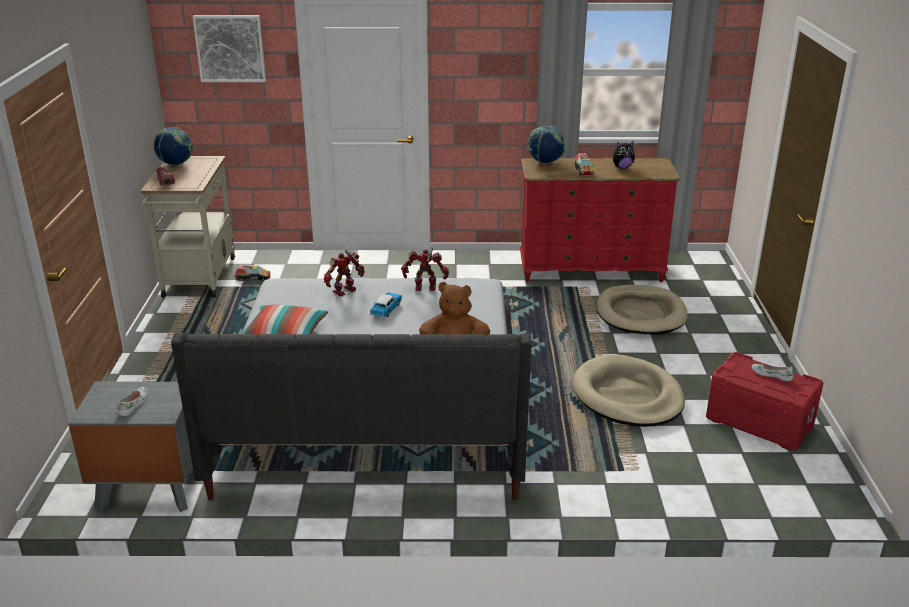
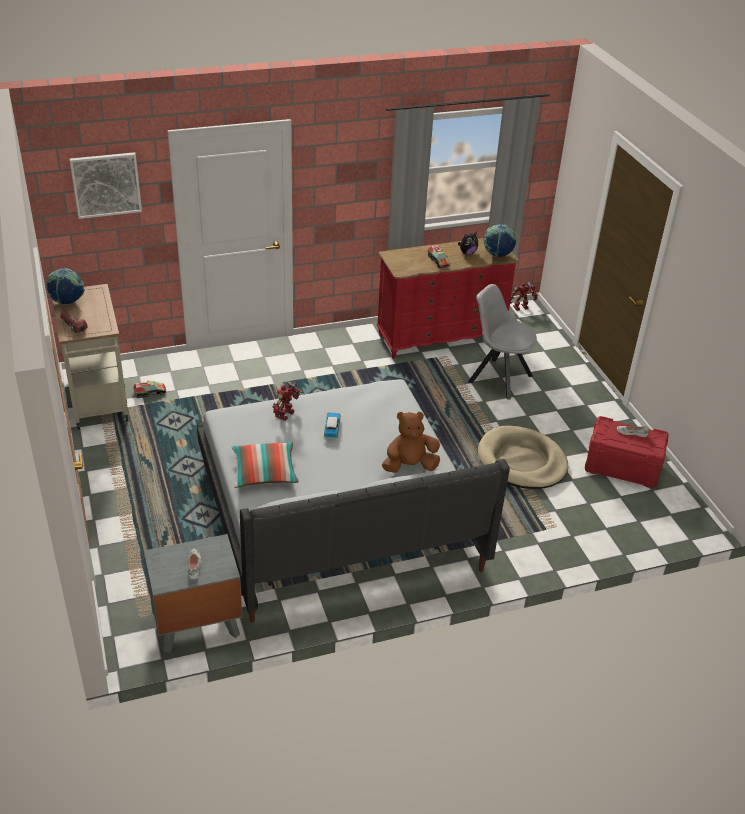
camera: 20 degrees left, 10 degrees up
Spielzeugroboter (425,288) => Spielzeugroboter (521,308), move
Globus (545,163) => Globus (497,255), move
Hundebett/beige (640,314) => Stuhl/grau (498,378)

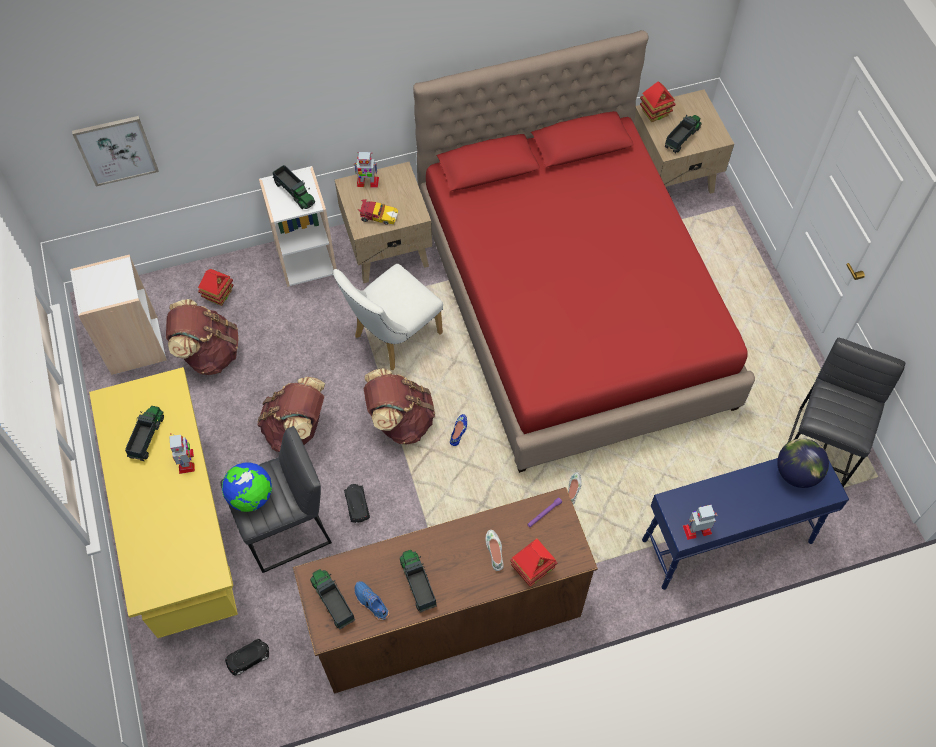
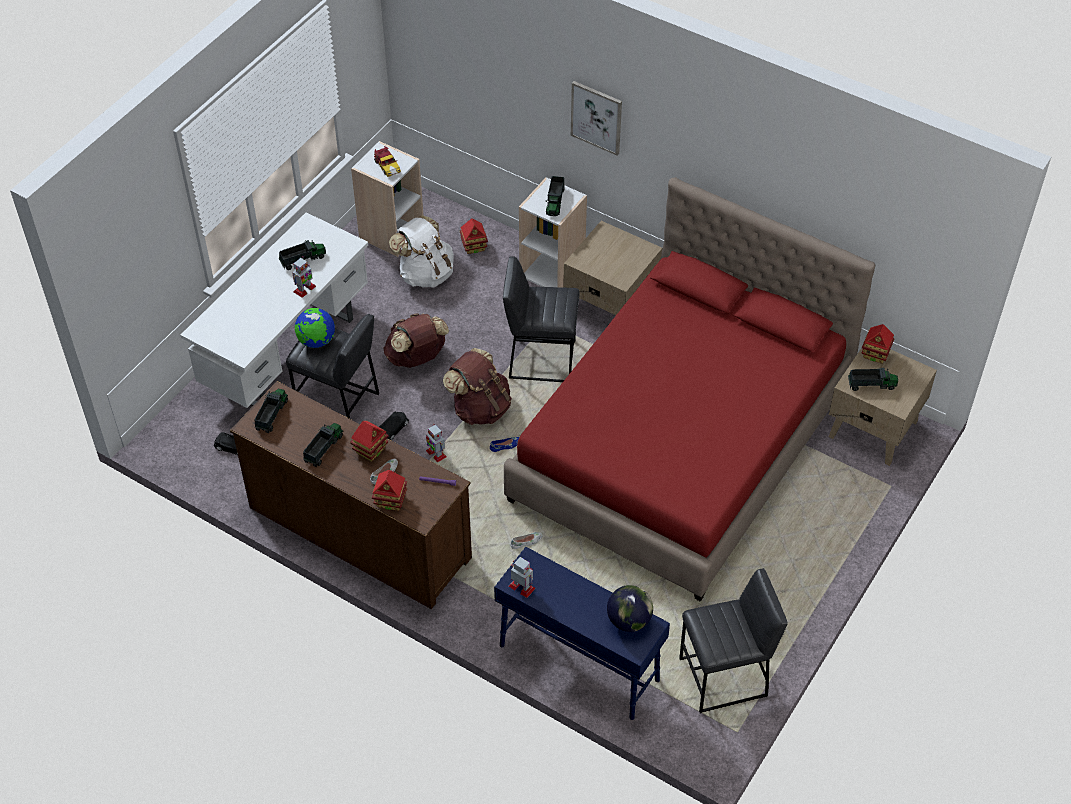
camera: 50 degrees right, 10 degrees down
Schuh/blau (371,602) => nothing
nothing => Spielzeughaus (370,450)
Bild (116,150) => Bild (596,117), move
Spielzeugroboter (367,182) => Spielzeugroboter (436,453), move
Spielzeugauto (378,216) => Spielzeugauto (387,166), move
Stuhl/weiß (392,338) => Hocker/grau (540,359)
Schreibtisch/gelb (183,530) => Schreibtisch/weiß (287,353)
Rucksack/braun (209,353) => Rucksack/weiß (425,273)

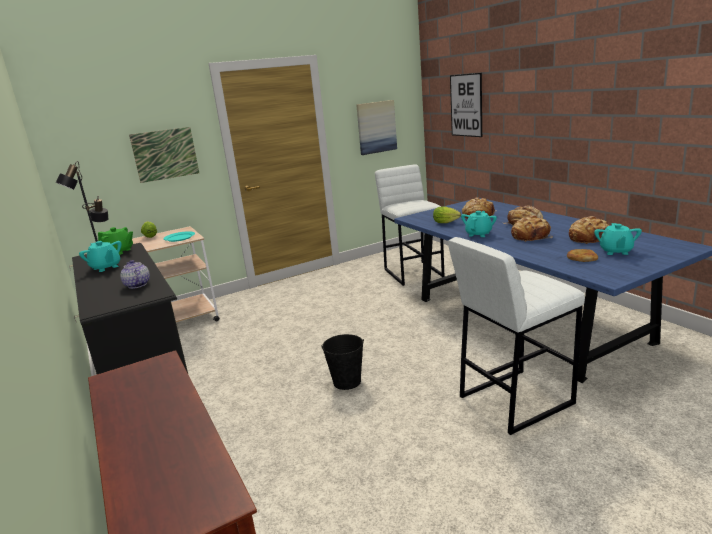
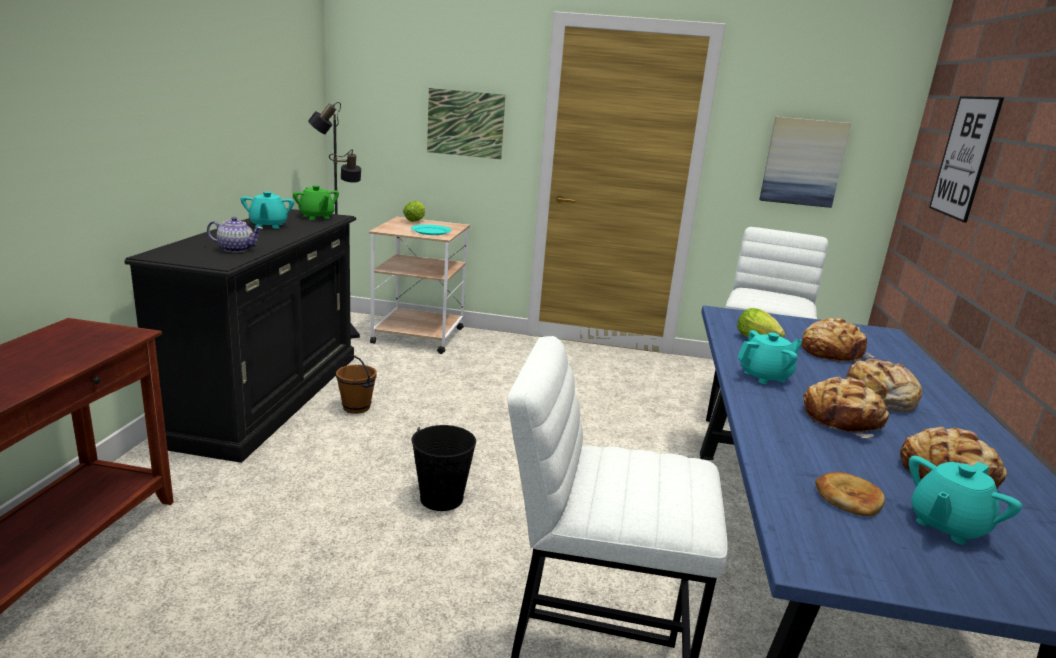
camera: 35 degrees right, 0 degrees up
nothing => Eimer/braun (356,408)
Teekanne (137,285) => Teekanne (236,249), 90 degrees clockwise

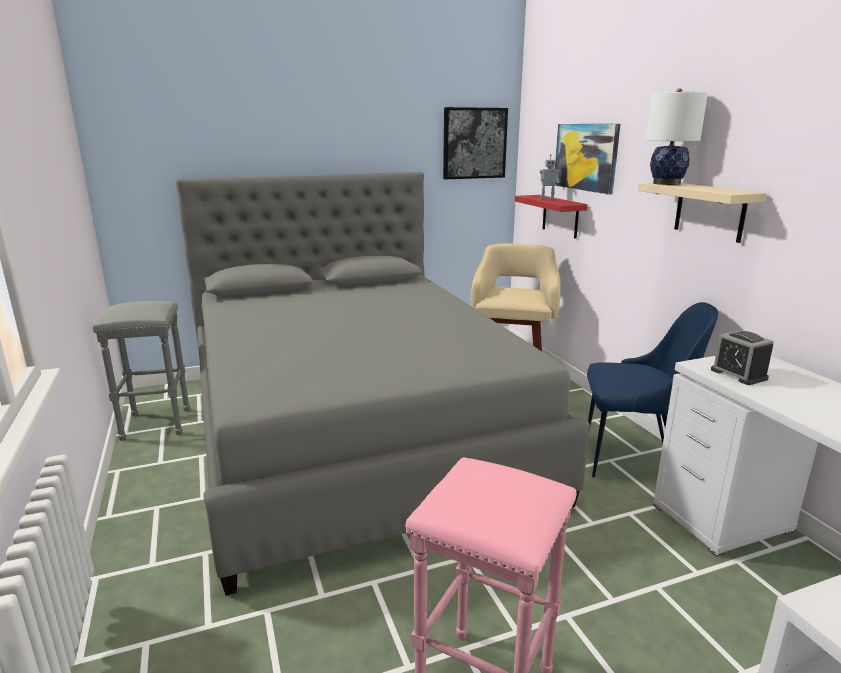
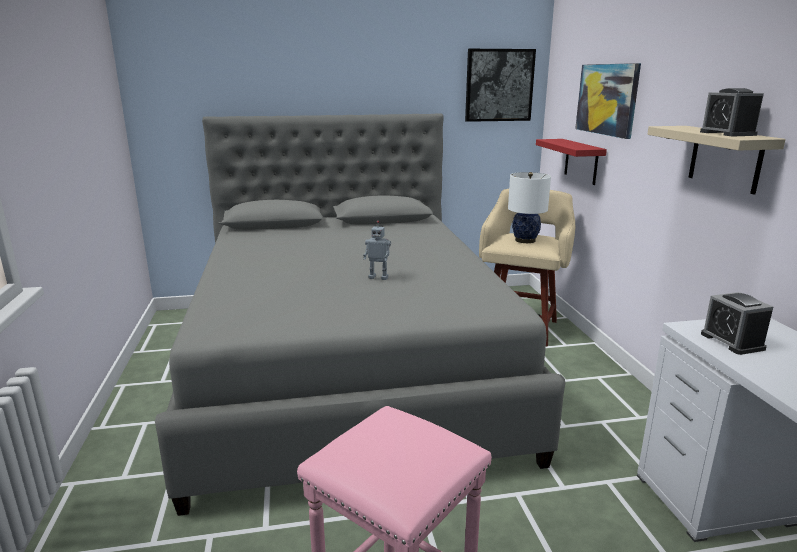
camera: 10 degrees right, 0 degrees up
Hocker/grau (154,424) => nothing
Stuhl/blau (631,460) => nothing
nothing => Wecker (727,133)
Spielzeugroboter (547,199) => Spielzeugroboter (378,277), move
Tischlampe/weiß (667,183) => Tischlampe/weiß (525,240), move

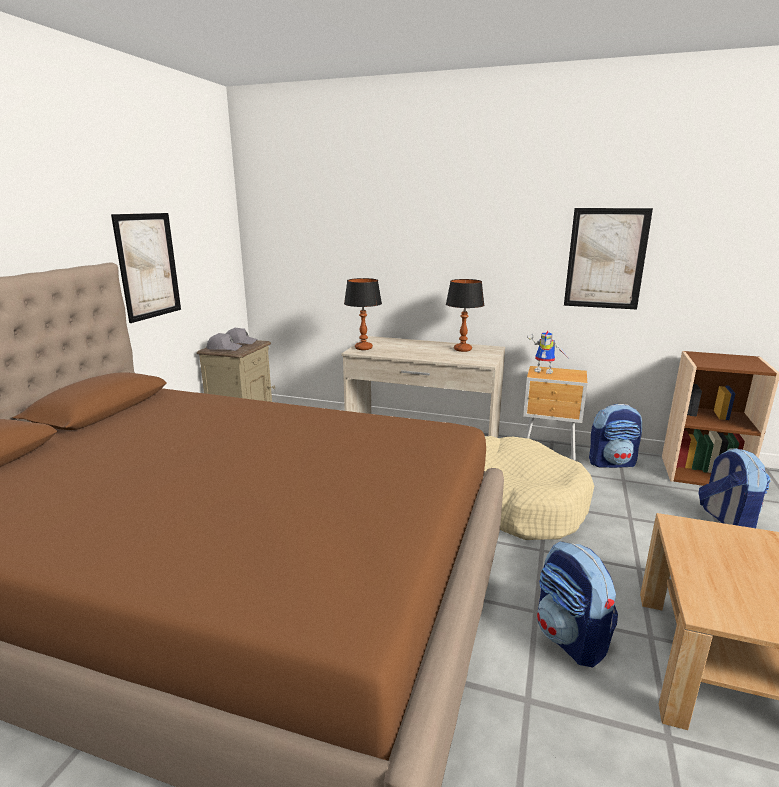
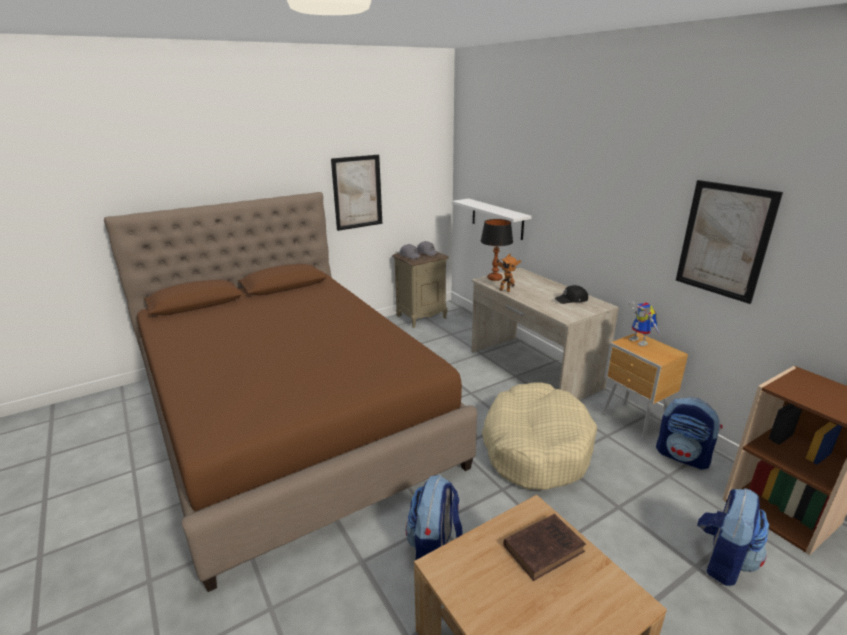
camera: 40 degrees right, 5 degrees up
nothing => Wandregal/weiß (497,218)
nothing => Spielzeugroboter (505,290)
nothing => Buch/braun (545,548)
Tischlampe (463,349) => Kappe/schwarz (571,300)

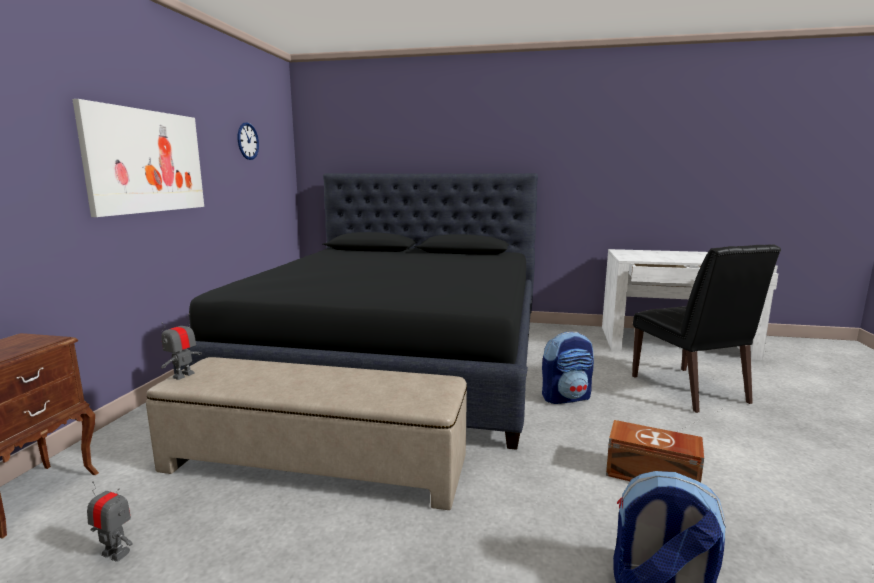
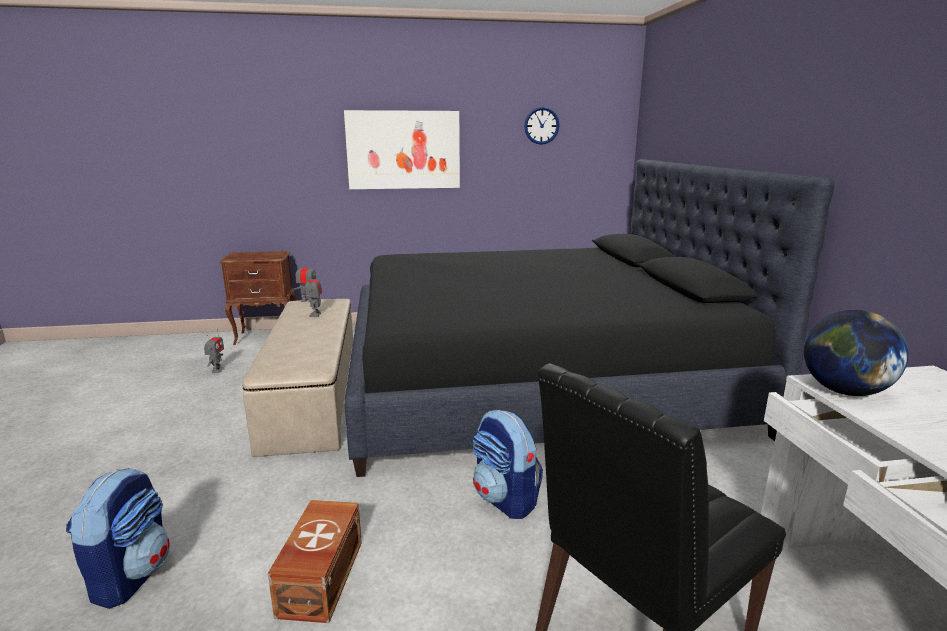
camera: 70 degrees right, 5 degrees up
nothing => Spielzeugroboter (315,315)
nothing => Globus (844,391)

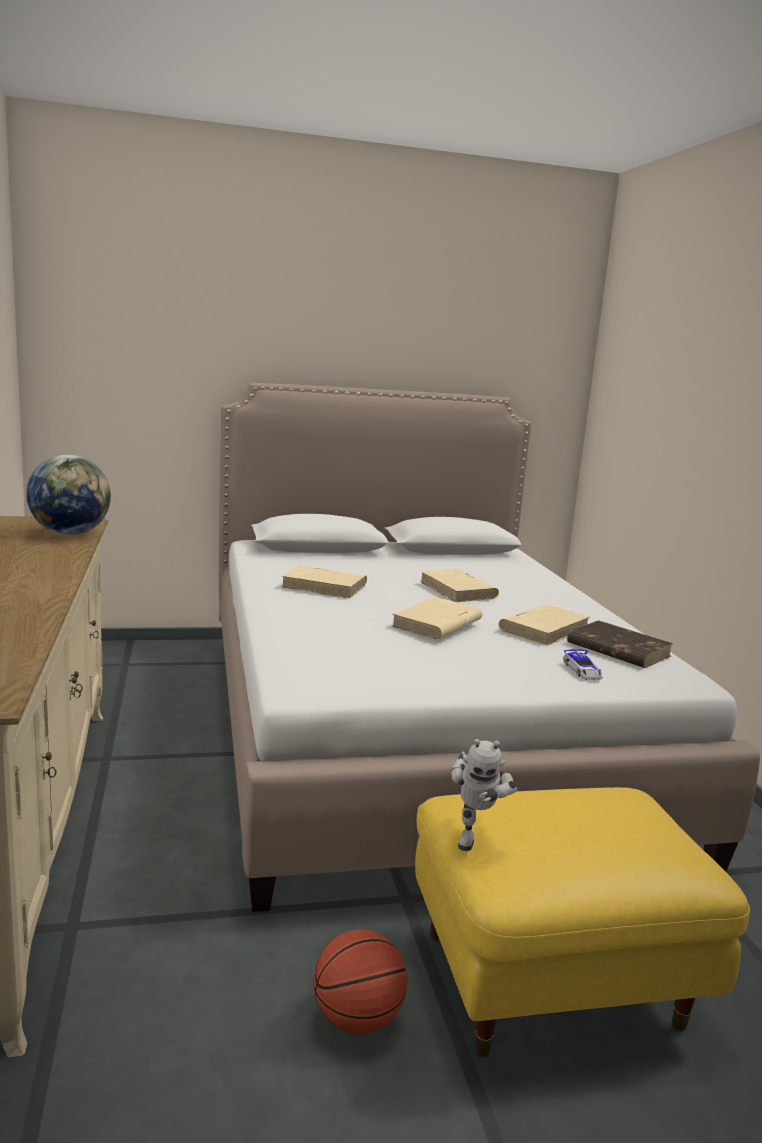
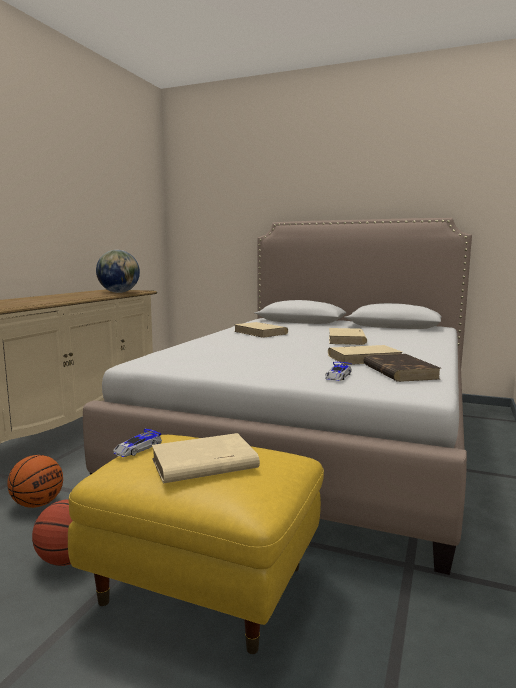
camera: 35 degrees right, 5 degrees down
nothing => Basketball (37,504)
Buch/beige (437,624) => Buch/beige (203,464), move
Spielzeugroboter (474,834) => Spielzeugauto (137,449)

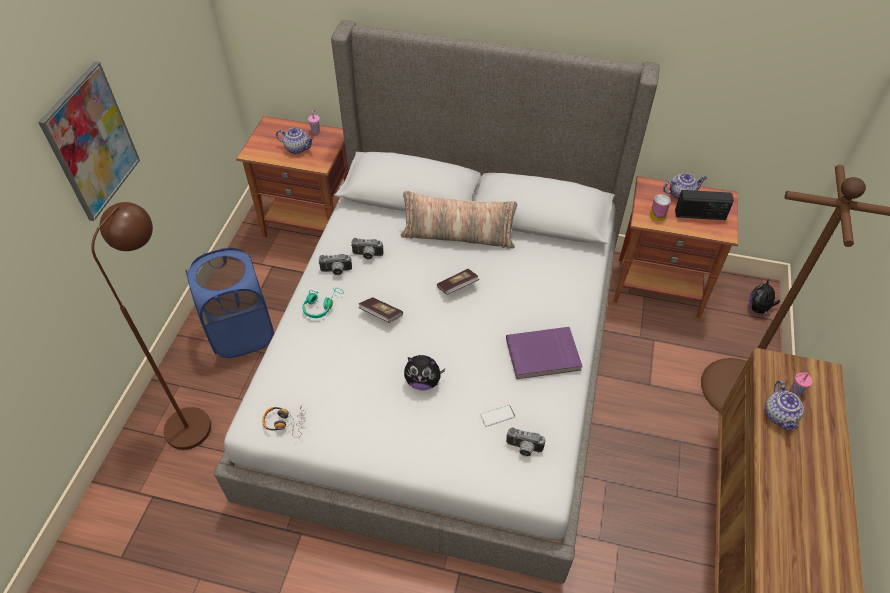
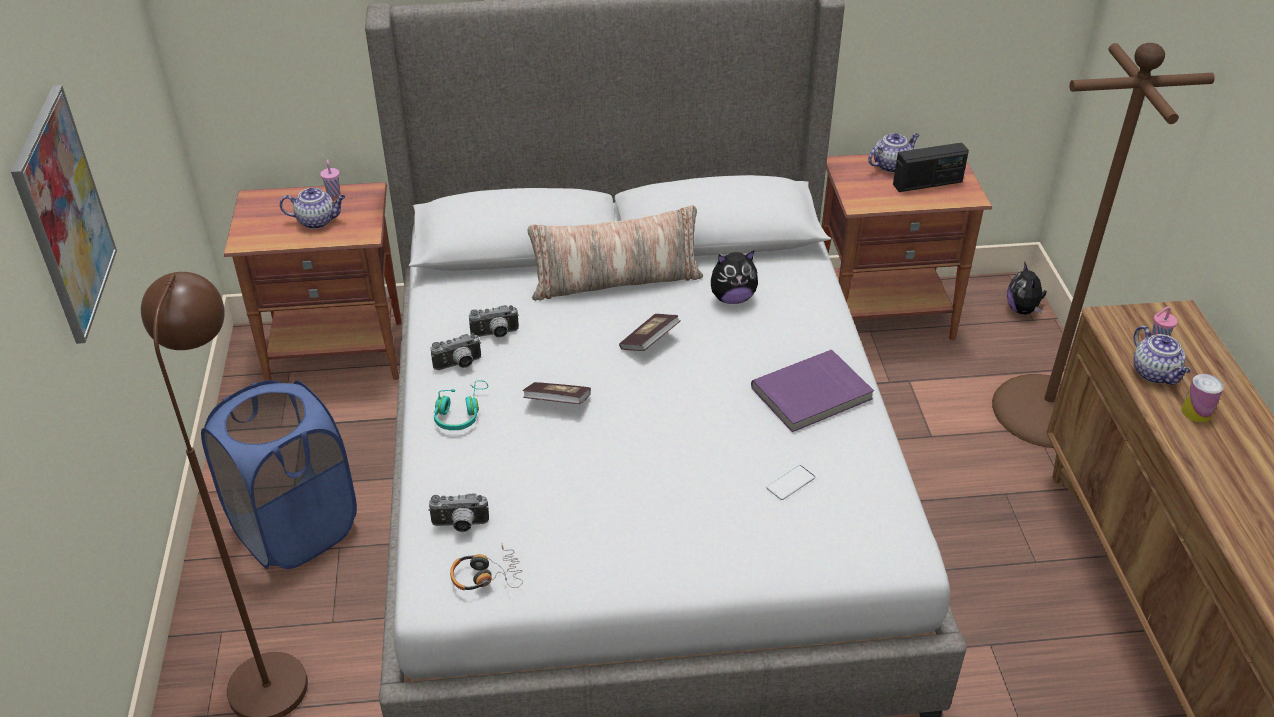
camera: 20 degrees left, 10 degrees down
Plüschtier (423,381) => Plüschtier (732,298), move
Kamera (523,449) => Kamera (460,526), move
Dose (657,215) => Dose (1196,412), move

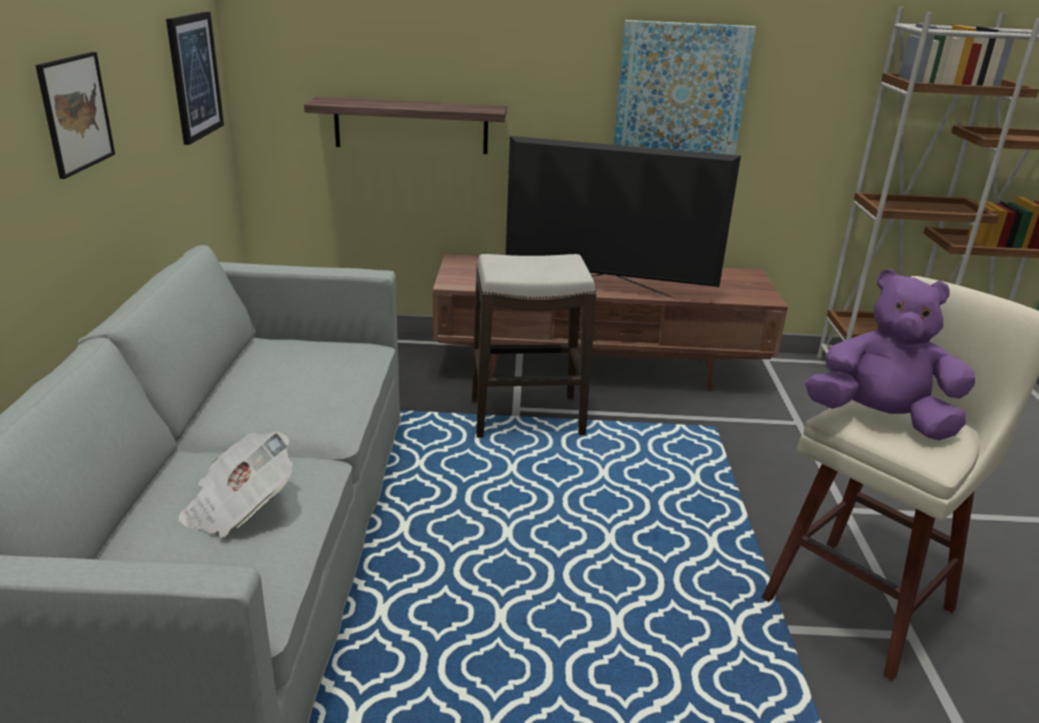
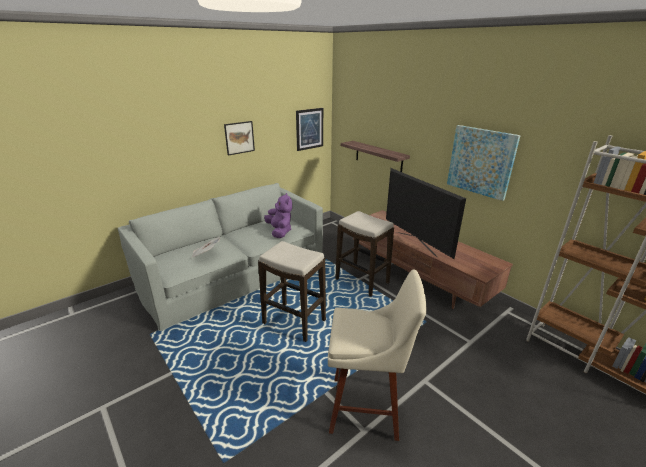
camera: 50 degrees right, 0 degrees up
nothing => Hocker (294,322)
Plüschtier/lila (880,419) => Plüschtier/lila (279,231), move

